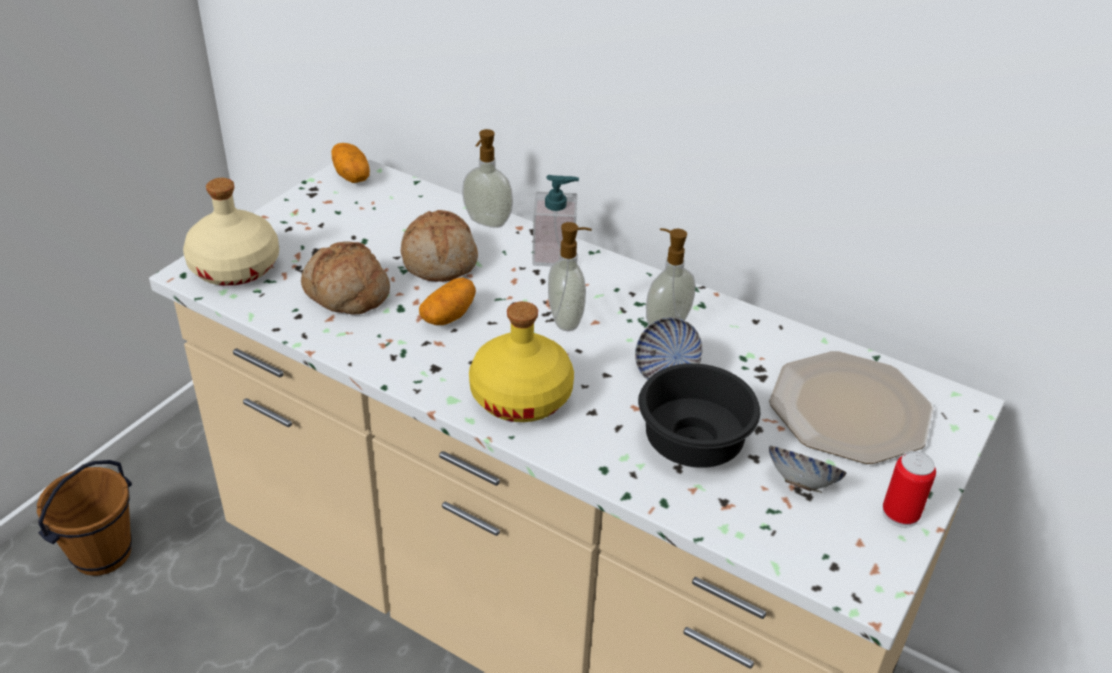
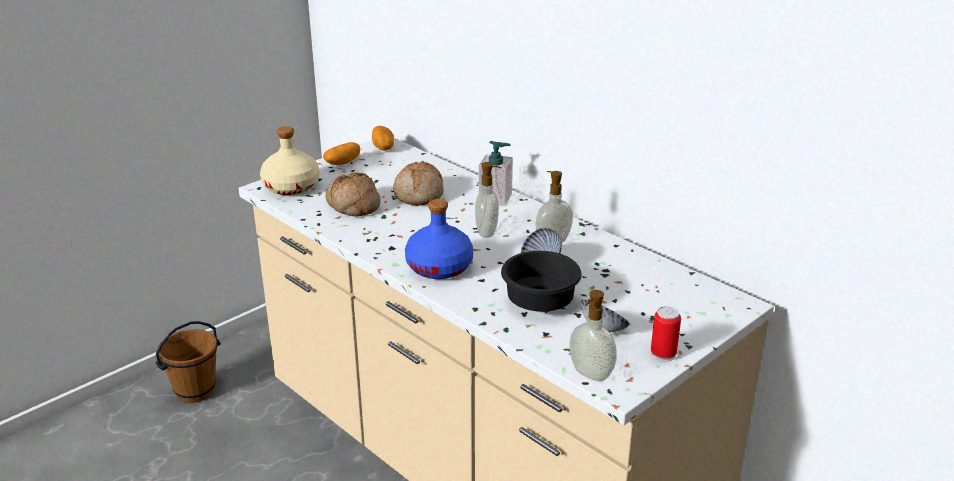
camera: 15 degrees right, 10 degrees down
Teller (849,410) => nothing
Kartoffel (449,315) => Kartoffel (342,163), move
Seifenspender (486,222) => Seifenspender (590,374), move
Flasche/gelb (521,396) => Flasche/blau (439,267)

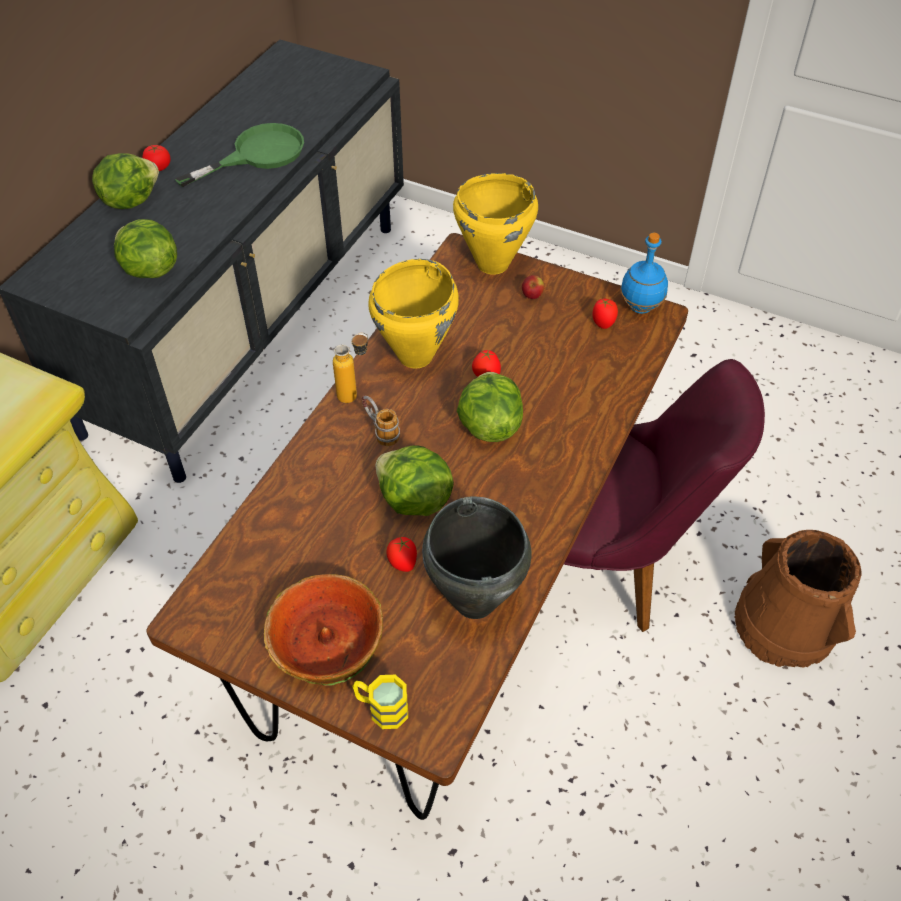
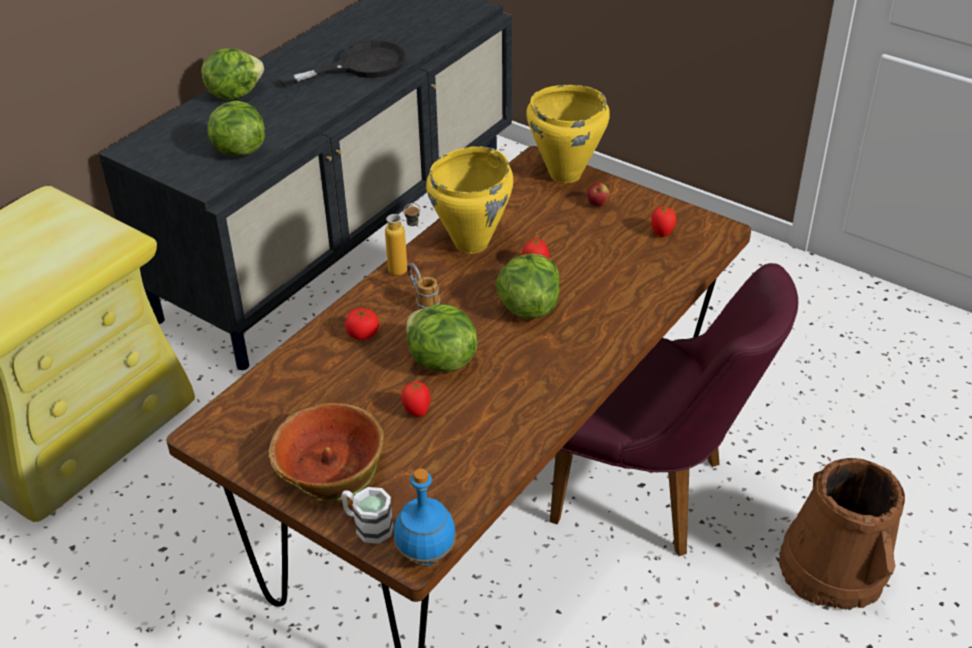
camera: 10 degrees right, 10 degrees down
Kochtopf/schwarz (474,602) => nothing
Tomate (158,167) => Tomate (363,334), move
Flasche/blau (640,307) => Flasche/blau (425,555), move
Pfanne/grün (257,154) => Pfanne/schwarz (360,66)
Henkelbecher/gelb (381,708) => Henkelbecher/weiß (367,525)

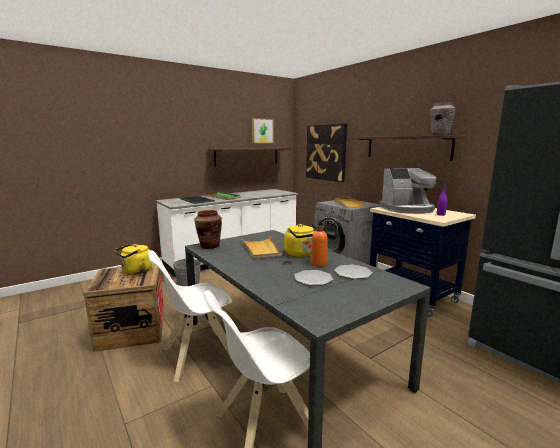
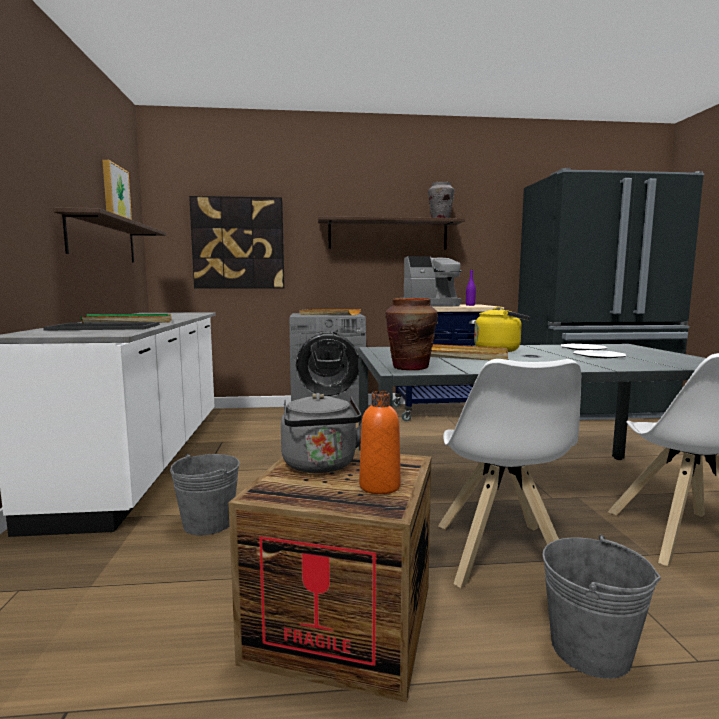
camera: 60 degrees left, 5 degrees down
nothing => Eimer/grau (590,649)
Flasche/orange (318,263) => Flasche/orange (379,486), move
Wasserkessel/gelb (135,271) => Wasserkessel/grau (321,466)
Kaffeemaschine (407,209) => Kaffeemaschine (432,305), 60 degrees clockwise

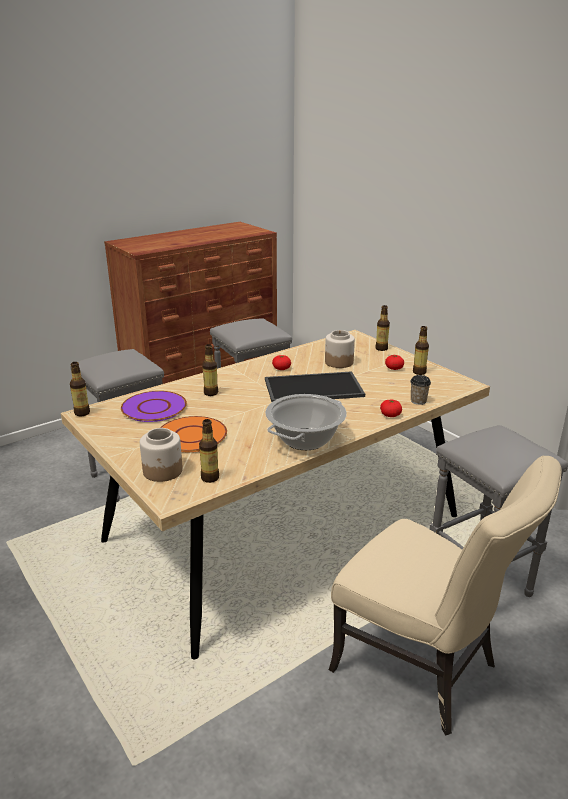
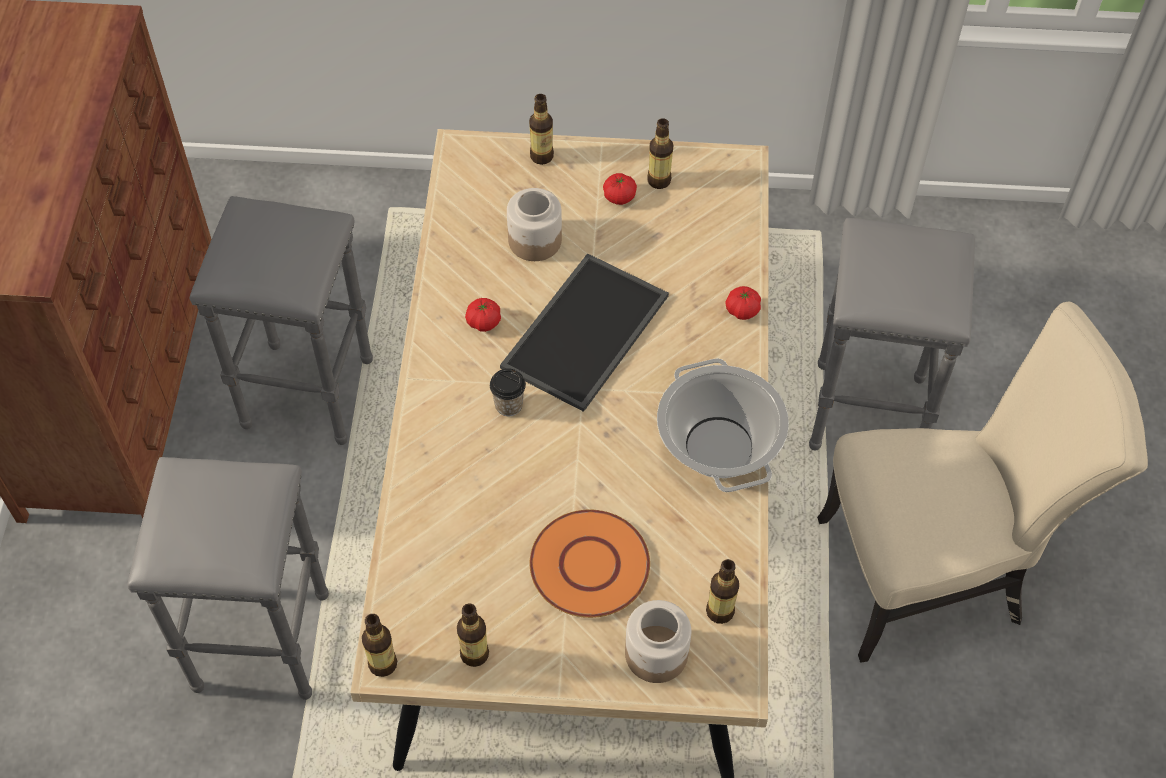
camera: 50 degrees left, 30 degrees up
Teller/lila (153,408) => nothing
Flasche (211,393) => Flasche (474,654), move
Tasse (418,401) => Tasse (508,405), move

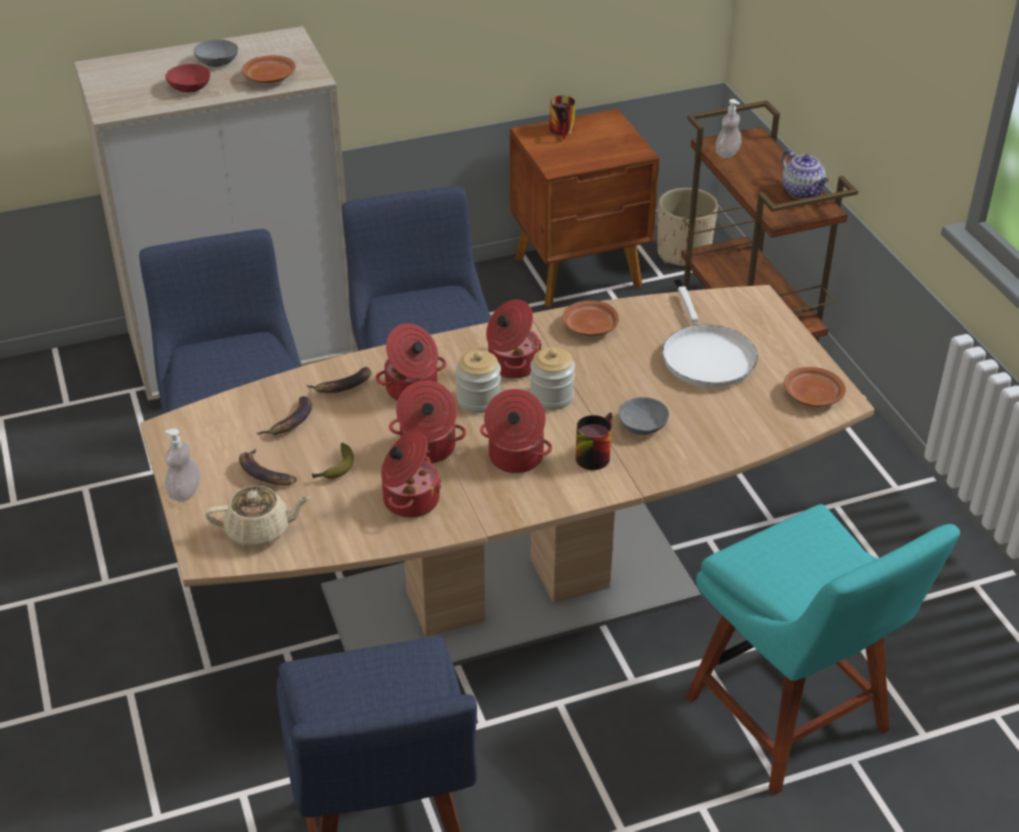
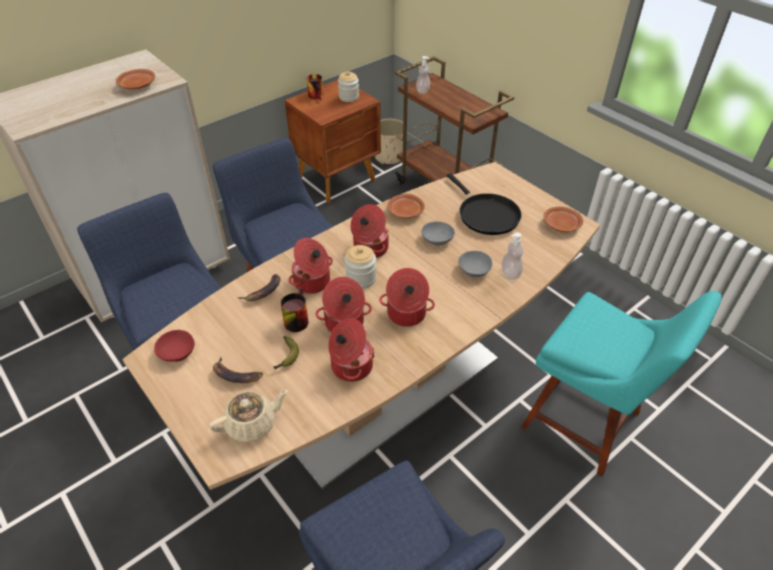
camera: 20 degrees left, 5 degrees up
Banane (291,422) => nothing
Teekanne (802,192) => nothing
Seifenspender (184,492) => Seifenspender (510,273), move
Schüssel/rot (191,87) => Schüssel/rot (178,352), move
Schüssel/grau (218,61) => Schüssel/grau (438,238), move
Vorratsglas (551,397) => Vorratsglas (349,97), move
Henkelbecher (593,453) => Henkelbecher (295,319), move
Pfanne/weiß (706,357) => Pfanne/schwarz (486,215)

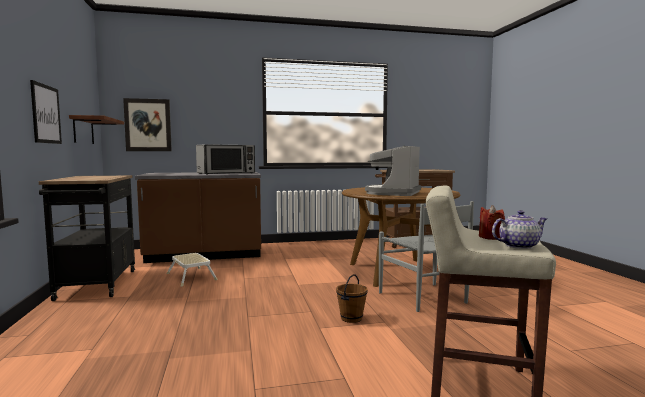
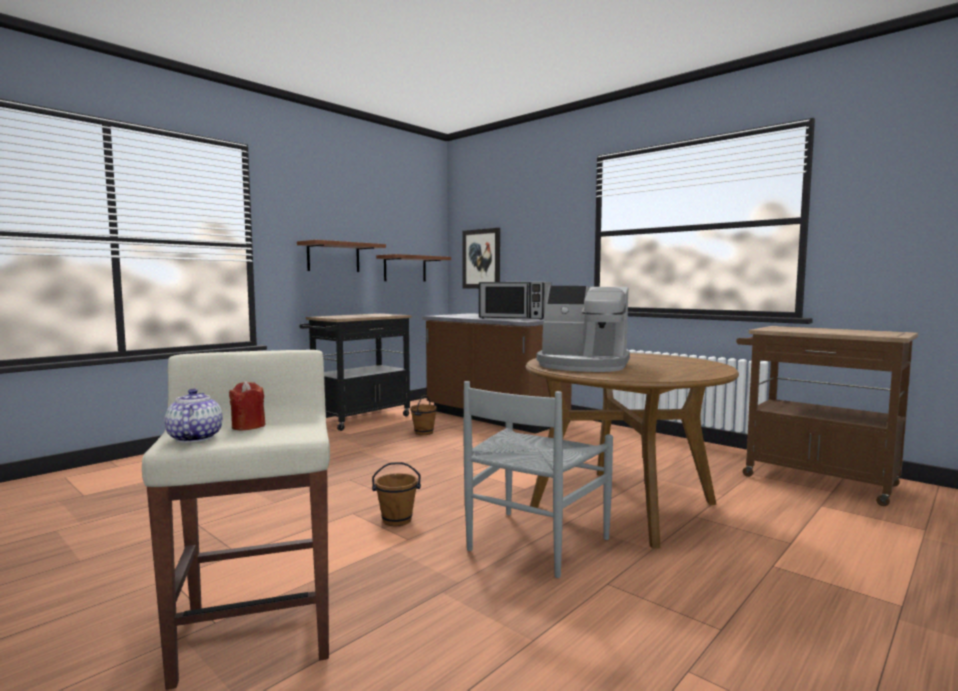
camera: 55 degrees right, 0 degrees up
Bild (46,114) => Wandregal/braun (333,257)
Trittleiter/beige (191,277) => Eimer/braun (424,433)
Kaffeemaschine (393,193) => Kaffeemaschine (583,365), 150 degrees counterclockwise
Teekanne (518,246) => Teekanne (194,438), 150 degrees counterclockwise

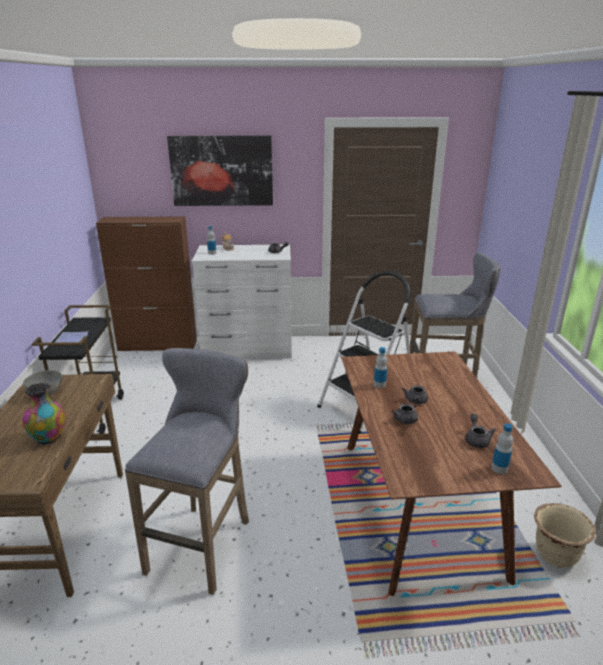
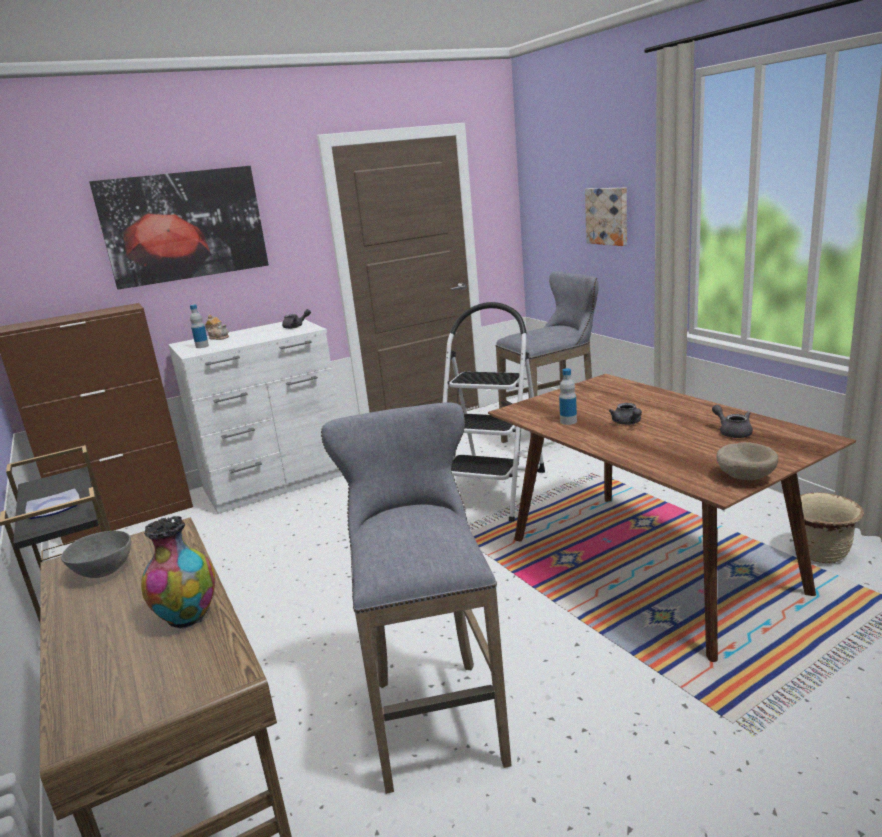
camera: 25 degrees left, 5 degrees down
Teekanne/grau (406,421) => nothing
Flasche (499,468) => nothing
nothing => Bild (608,216)
nothing => Schüssel/beige (744,476)

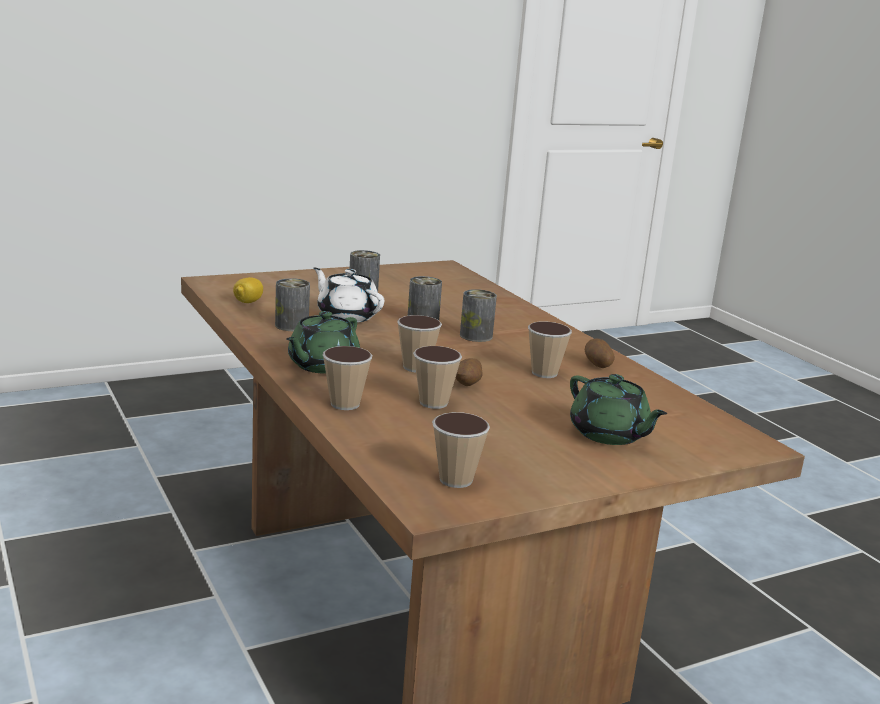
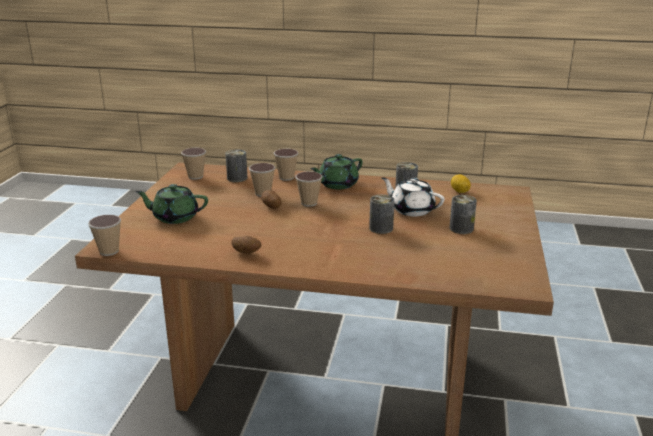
camera: 130 degrees right, 5 degrees up
Dose (476,336) => Dose (237,178), move
Tasse (544,373) => Tasse (109,251), move
Teekanne/grün (322,365) => Teekanne/grün (337,184), 105 degrees counterclockwise
Teekanne/weiß (347,316) => Teekanne/weiß (411,210), 135 degrees counterclockwise

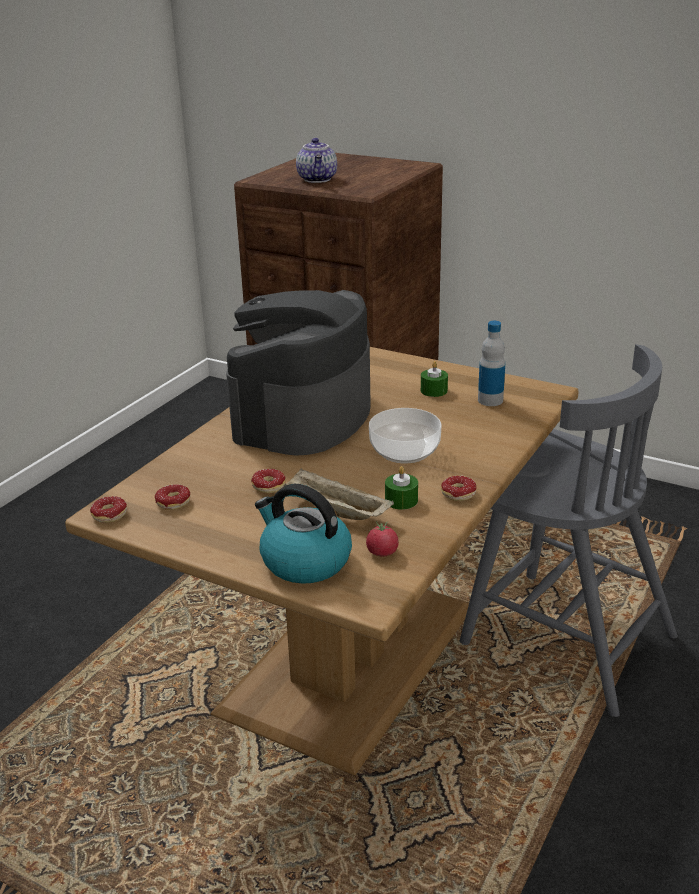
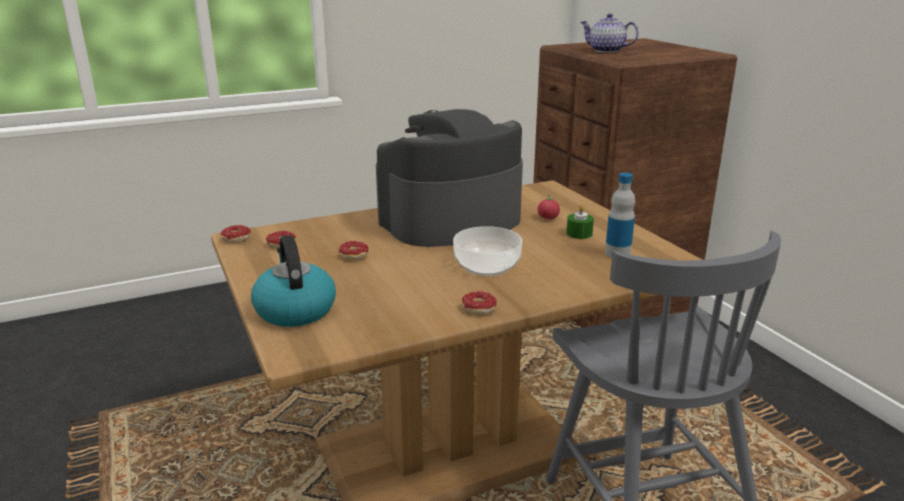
camera: 35 degrees right, 5 degrees down
Tablett/beige (335,511) => nothing
Kerze/grün (401,500) => nothing
Tomate (382,552) => Tomate (548,218), move
Teekanne (318,179) => Teekanne (606,51), 90 degrees clockwise

